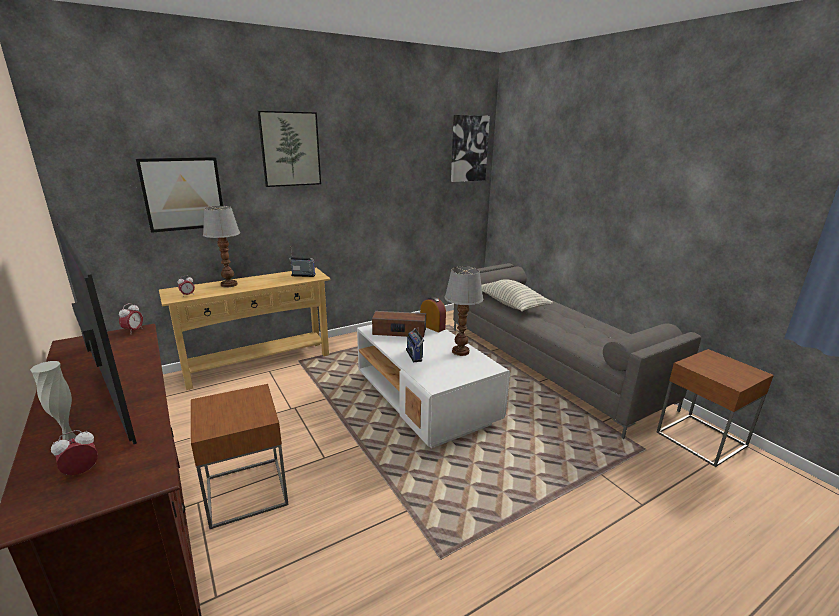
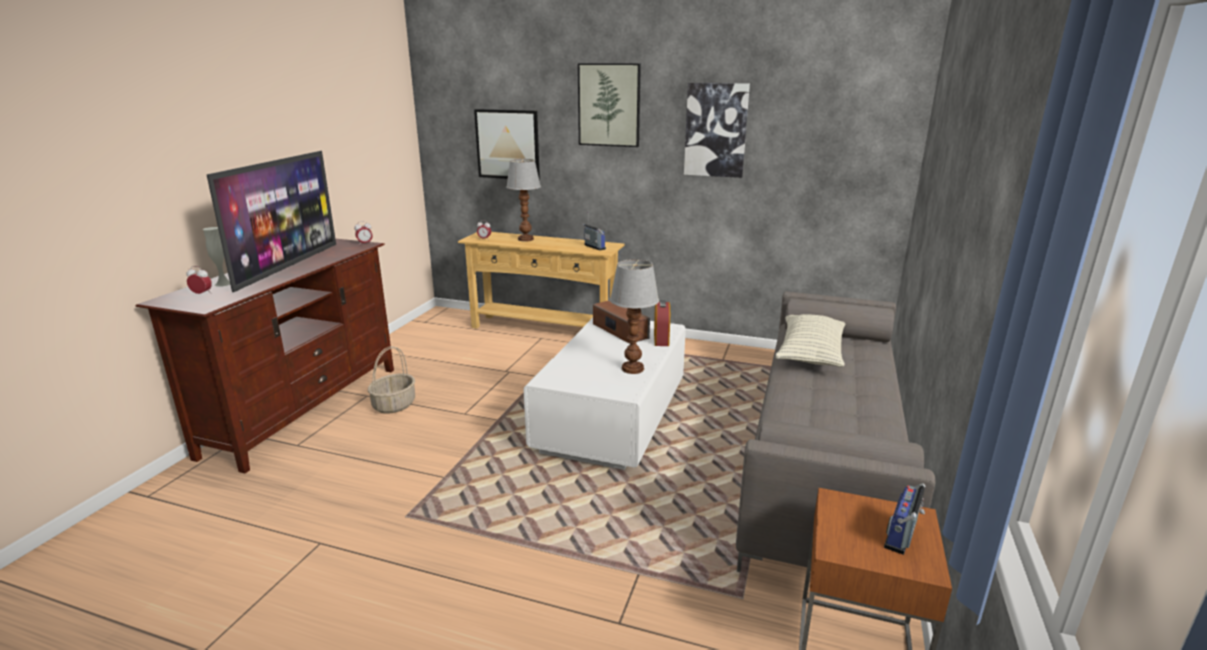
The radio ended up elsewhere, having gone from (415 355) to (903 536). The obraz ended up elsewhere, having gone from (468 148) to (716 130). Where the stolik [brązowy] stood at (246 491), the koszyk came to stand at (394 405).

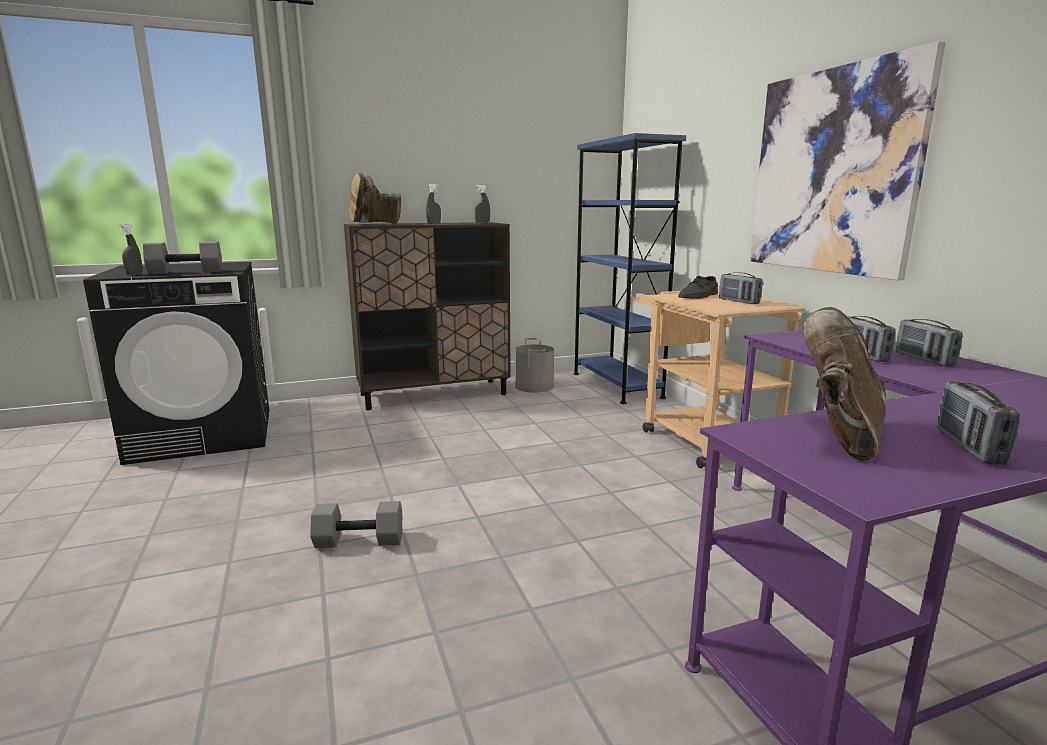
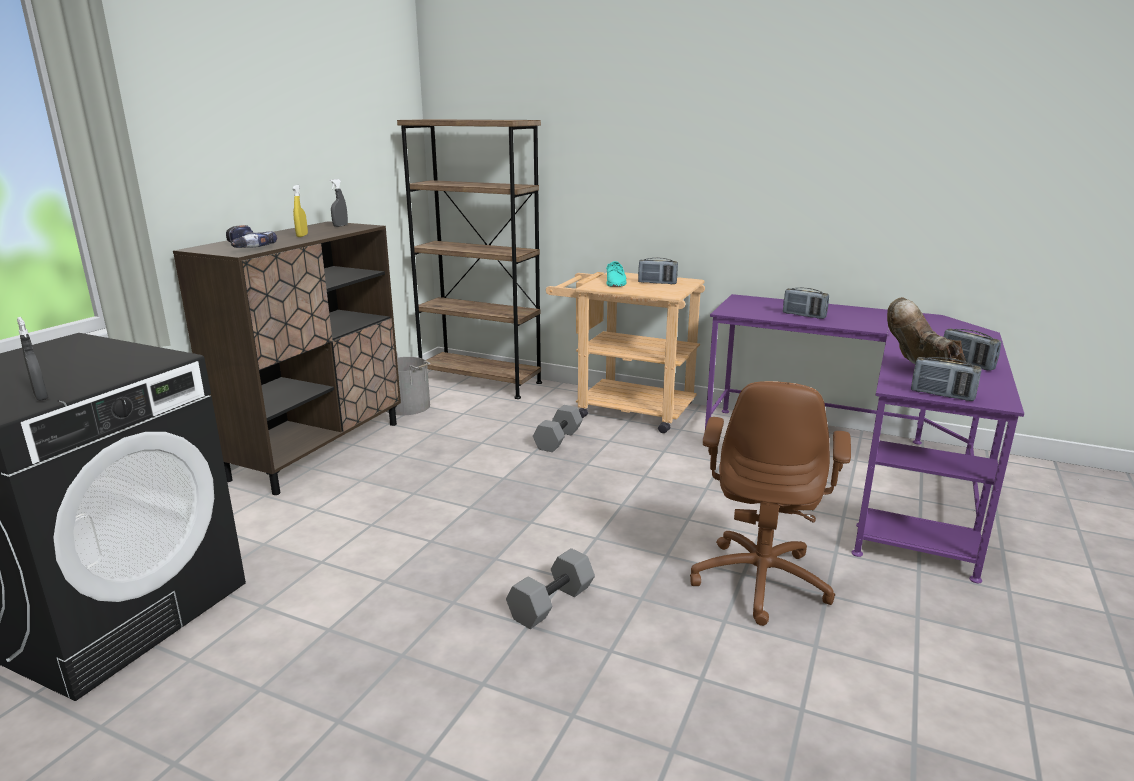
The second view lost the obraz at (832 172). The second view gained the krzesło biurowe [brązowy] at (761 580). The hantel [szary] ended up elsewhere, having gone from (187 272) to (557 439). The radio ended up elsewhere, having gone from (923 359) to (942 395). Where the but z cholewką [brązowy] stood at (375 224), the wiertarka came to stand at (244 248). What was the spryskiwacz [szary] at (434 223) turned into the spryskiwacz [żółty] at (302 236). What was the regał [niebieski] at (616 385) turned into the regał [brązowy] at (480 382). What was the but [szary] at (699 296) turned into the but [turkusowy] at (616 282).

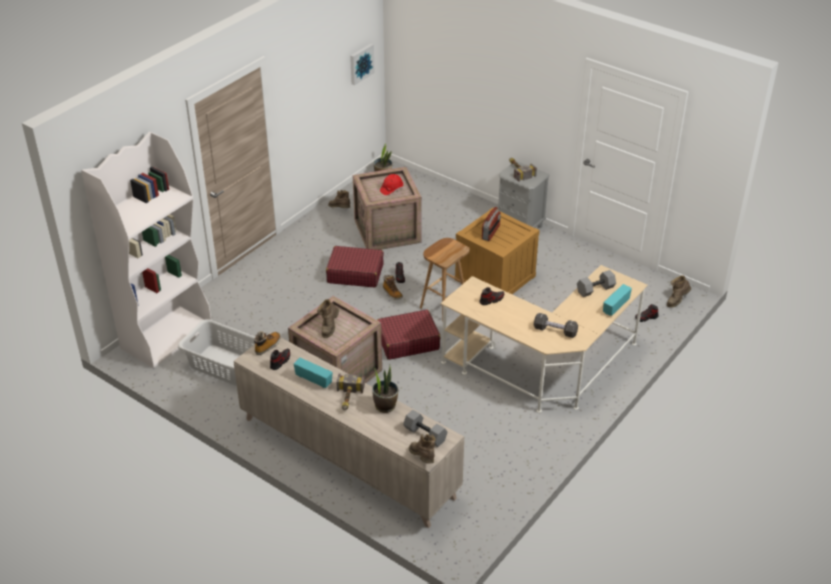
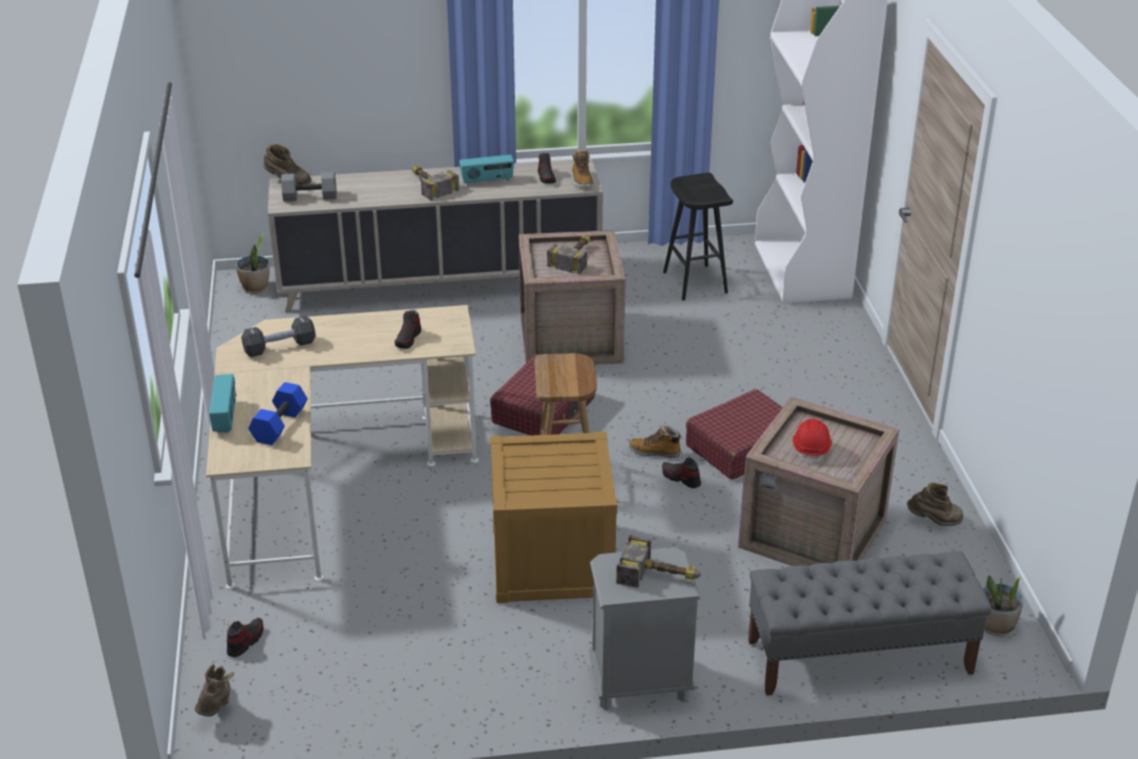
The second view lost the obraz at (361 63). The second view lost the radio at (491 233). The second view gained the ławka [szary] at (858 657). The roślina doniczkowa ended up elsewhere, having gone from (385 405) to (255 288). Where the kosz na pranie [szary] stood at (225 366), the stołek [czarny] came to stand at (694 282). Where the but z cholewką [brązowy] stood at (329 327), the młotek came to stand at (576 257). What was the hantel [szary] at (595 290) turned into the hantel [niebieski] at (279 424).

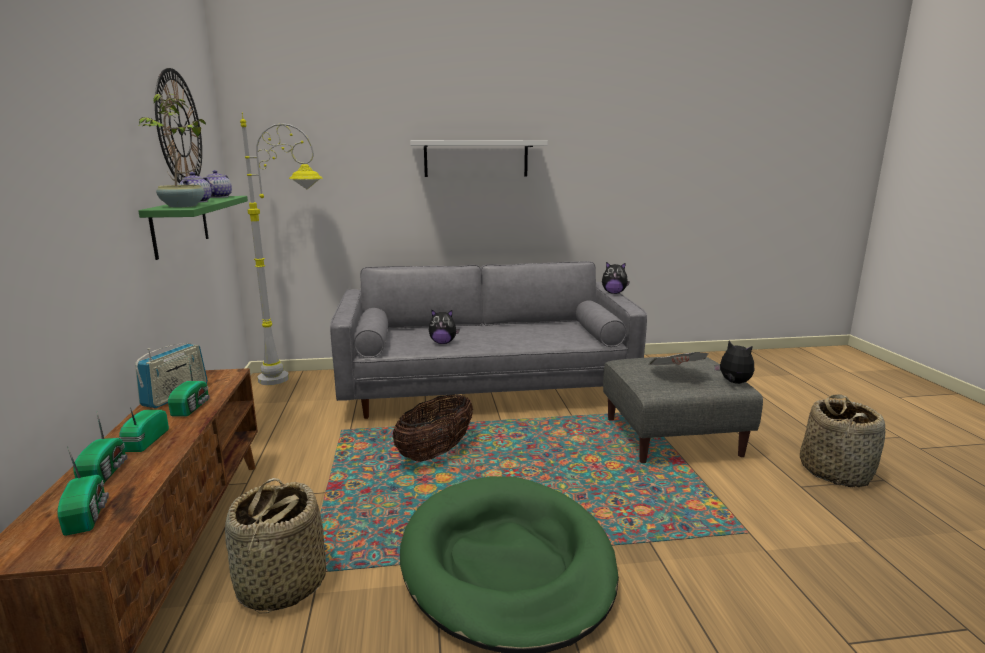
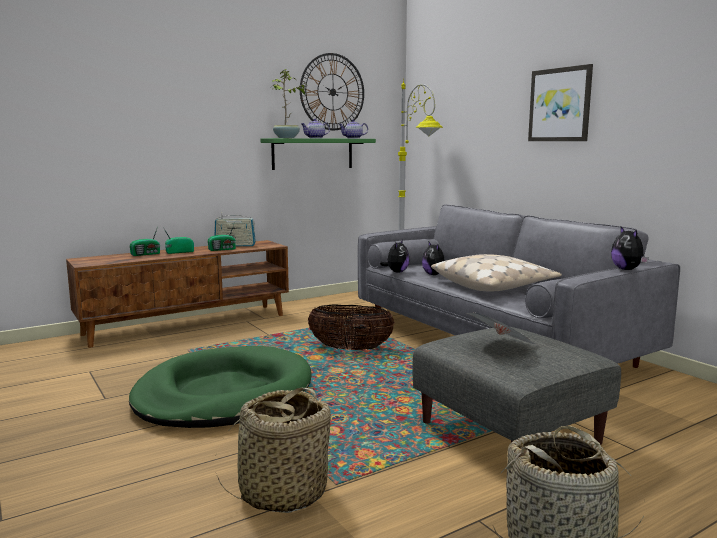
The second view lost the radio at (88 515). The second view gained the poduszka [beżowy] at (494 286). The koszyk ended up elsewhere, having gone from (280 585) to (283 492). The pluszak ended up elsewhere, having gone from (733 383) to (396 272). Where the półka [biały] hung at (476 158), the obraz came to hang at (560 105).

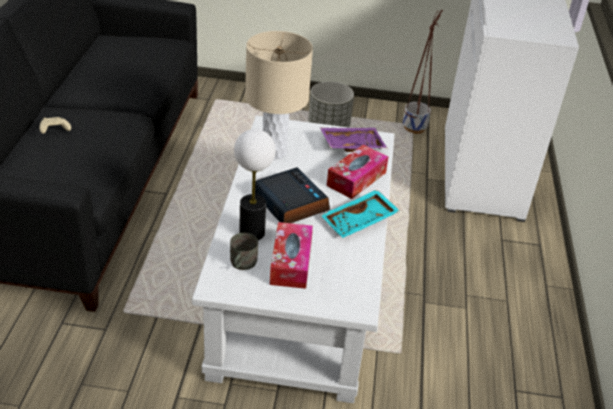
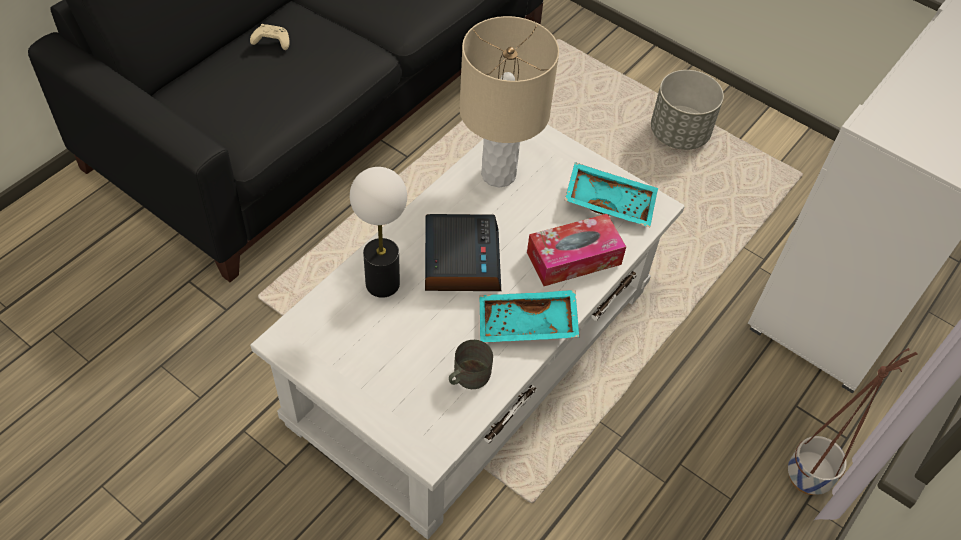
The second view lost the pudełko chusteczek at (291 263). The kubek [szary] ended up elsewhere, having gone from (241 263) to (467 377). The donica ended up elsewhere, having gone from (414 128) to (808 476). What was the taca [fioletowy] at (352 144) turned into the taca [turkusowy] at (610 201).

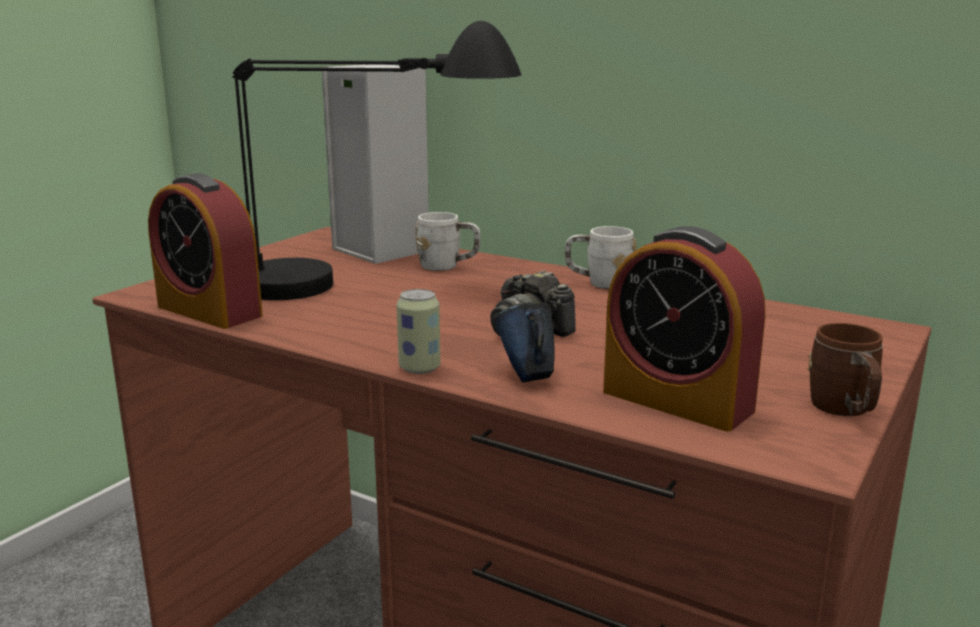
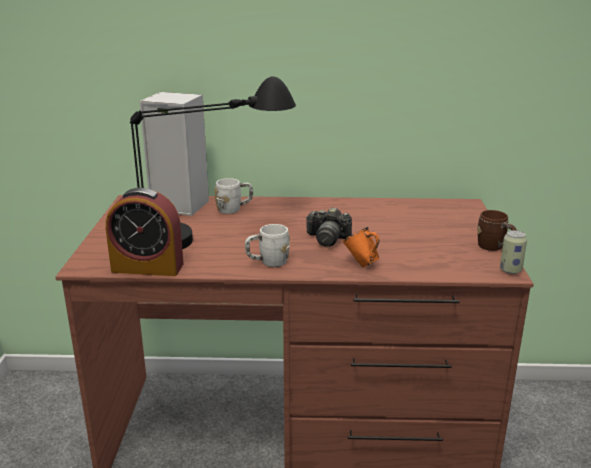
The second view lost the budzik at (677 401). The puszka ended up elsewhere, having gone from (419 368) to (510 270). The kubek [biały] ended up elsewhere, having gone from (599 283) to (268 262). What was the kubek [niebieski] at (527 376) turned into the kubek [pomarańczowy] at (361 264).

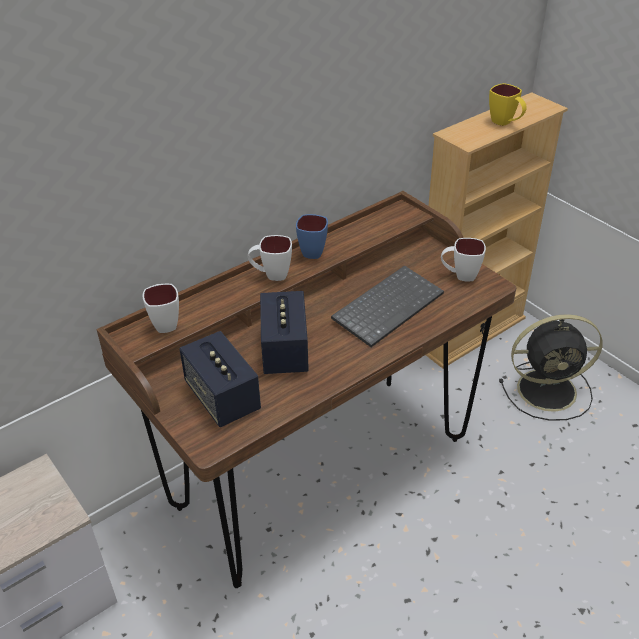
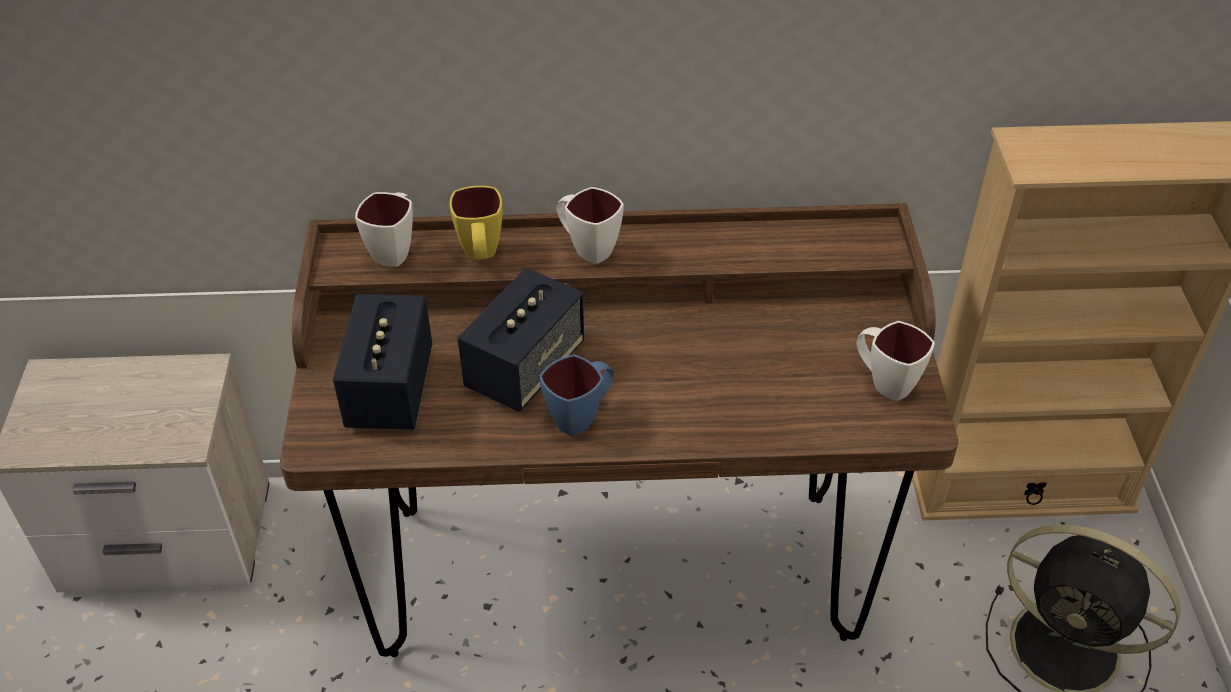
The second view lost the klawiatura at (387 306). The kubek [niebieski] ended up elsewhere, having gone from (314 250) to (581 417). The kubek [żółty] ended up elsewhere, having gone from (505 123) to (481 256).

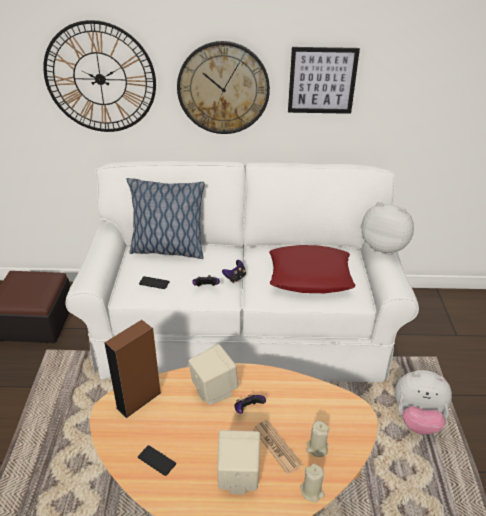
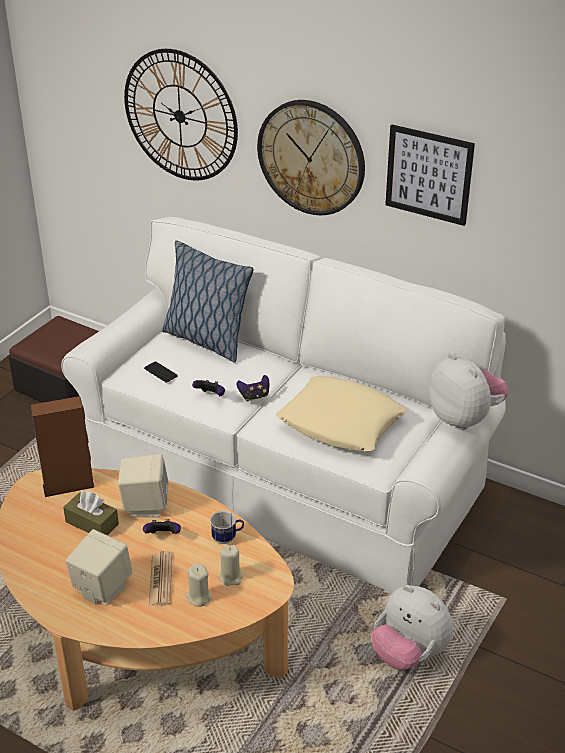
The second view lost the telefon at (156 460). The second view gained the pudełko chusteczek [brązowy] at (92 523). The second view gained the kubek at (227 538). The świeca [beżowy] ended up elsewhere, having gone from (312 491) to (231 577). What was the poduszka [czerwony] at (310 275) turned into the poduszka [beżowy] at (341 422).

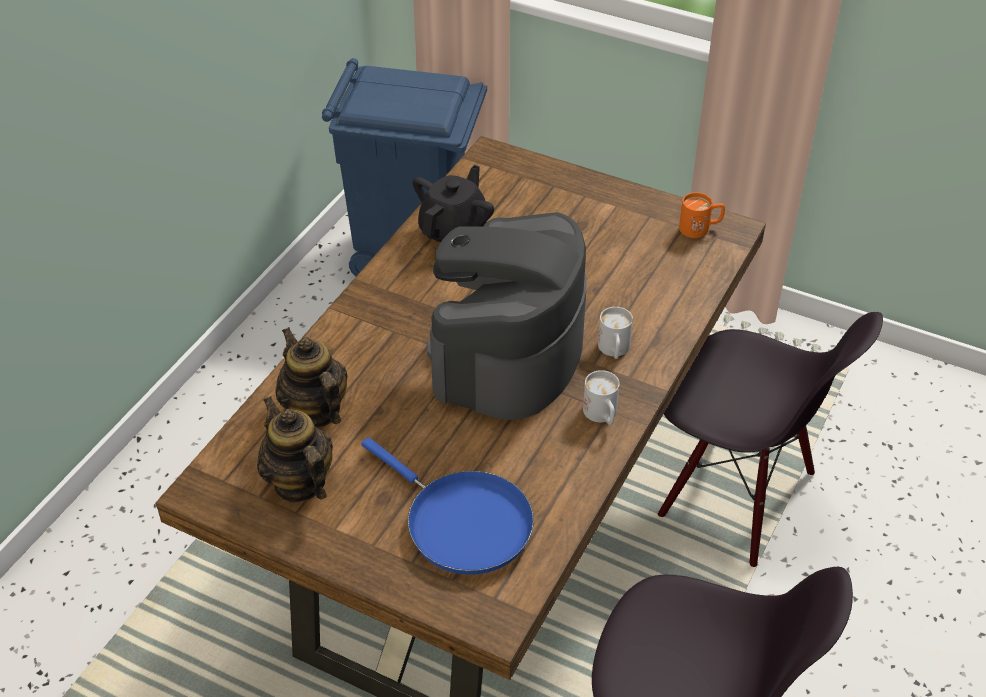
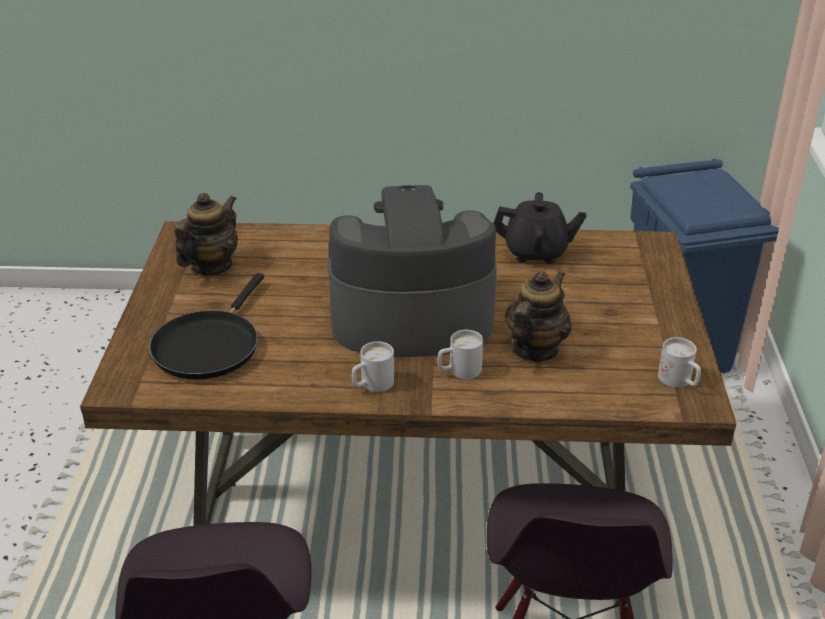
The imbryk ended up elsewhere, having gone from (315 411) to (534 349). What was the patelnia [niebieski] at (462 522) turned into the patelnia [czarny] at (209 345). What was the kubek [pomarańczowy] at (700 228) turned into the kubek [biały] at (679 381).

